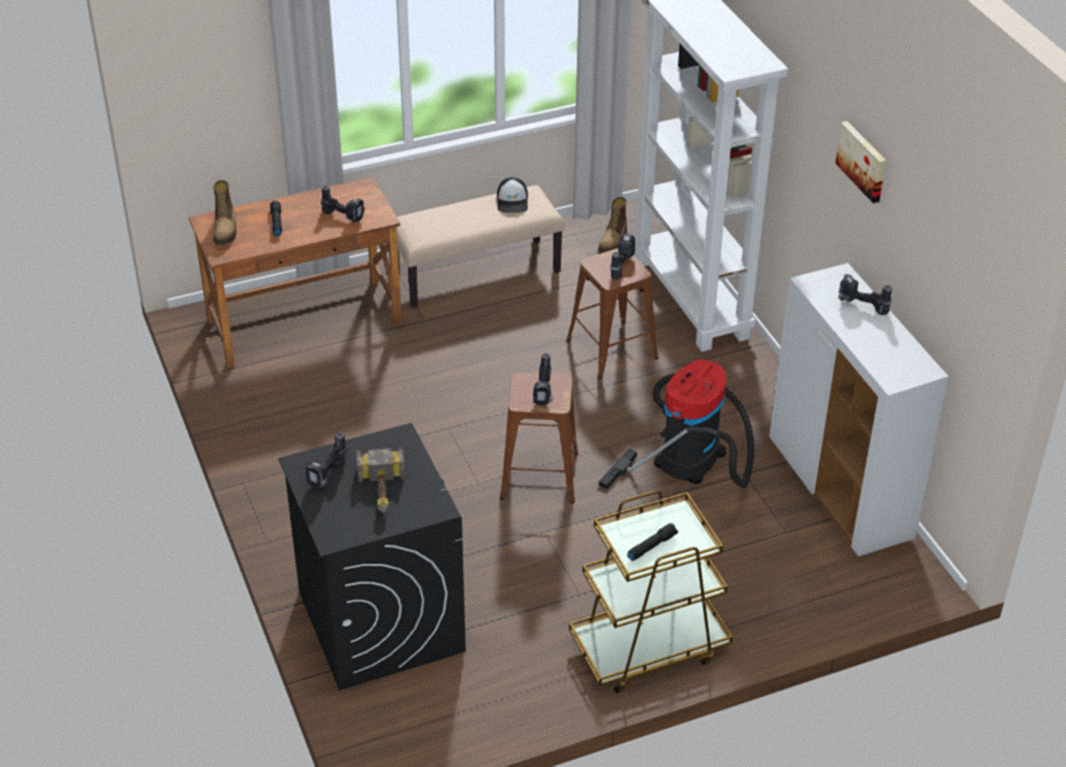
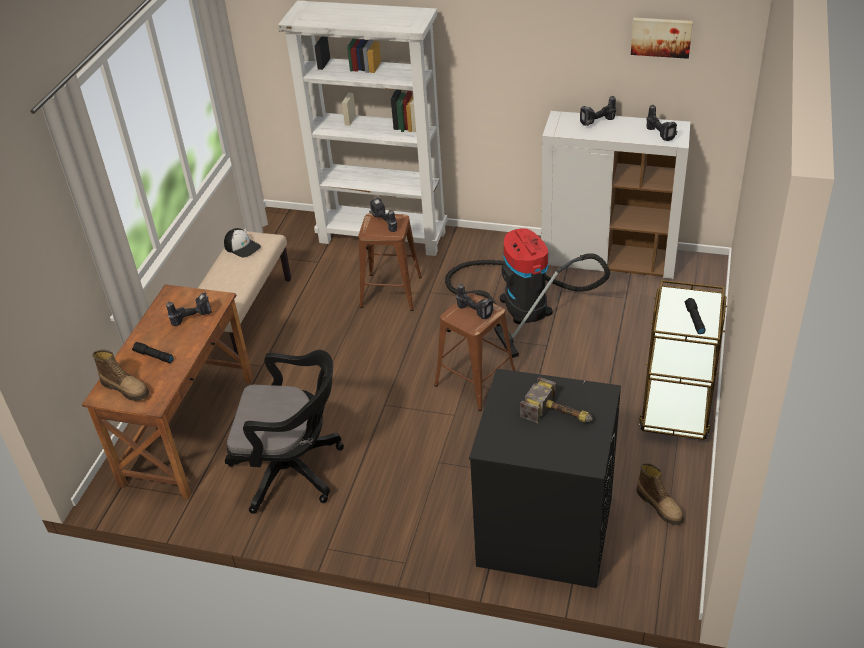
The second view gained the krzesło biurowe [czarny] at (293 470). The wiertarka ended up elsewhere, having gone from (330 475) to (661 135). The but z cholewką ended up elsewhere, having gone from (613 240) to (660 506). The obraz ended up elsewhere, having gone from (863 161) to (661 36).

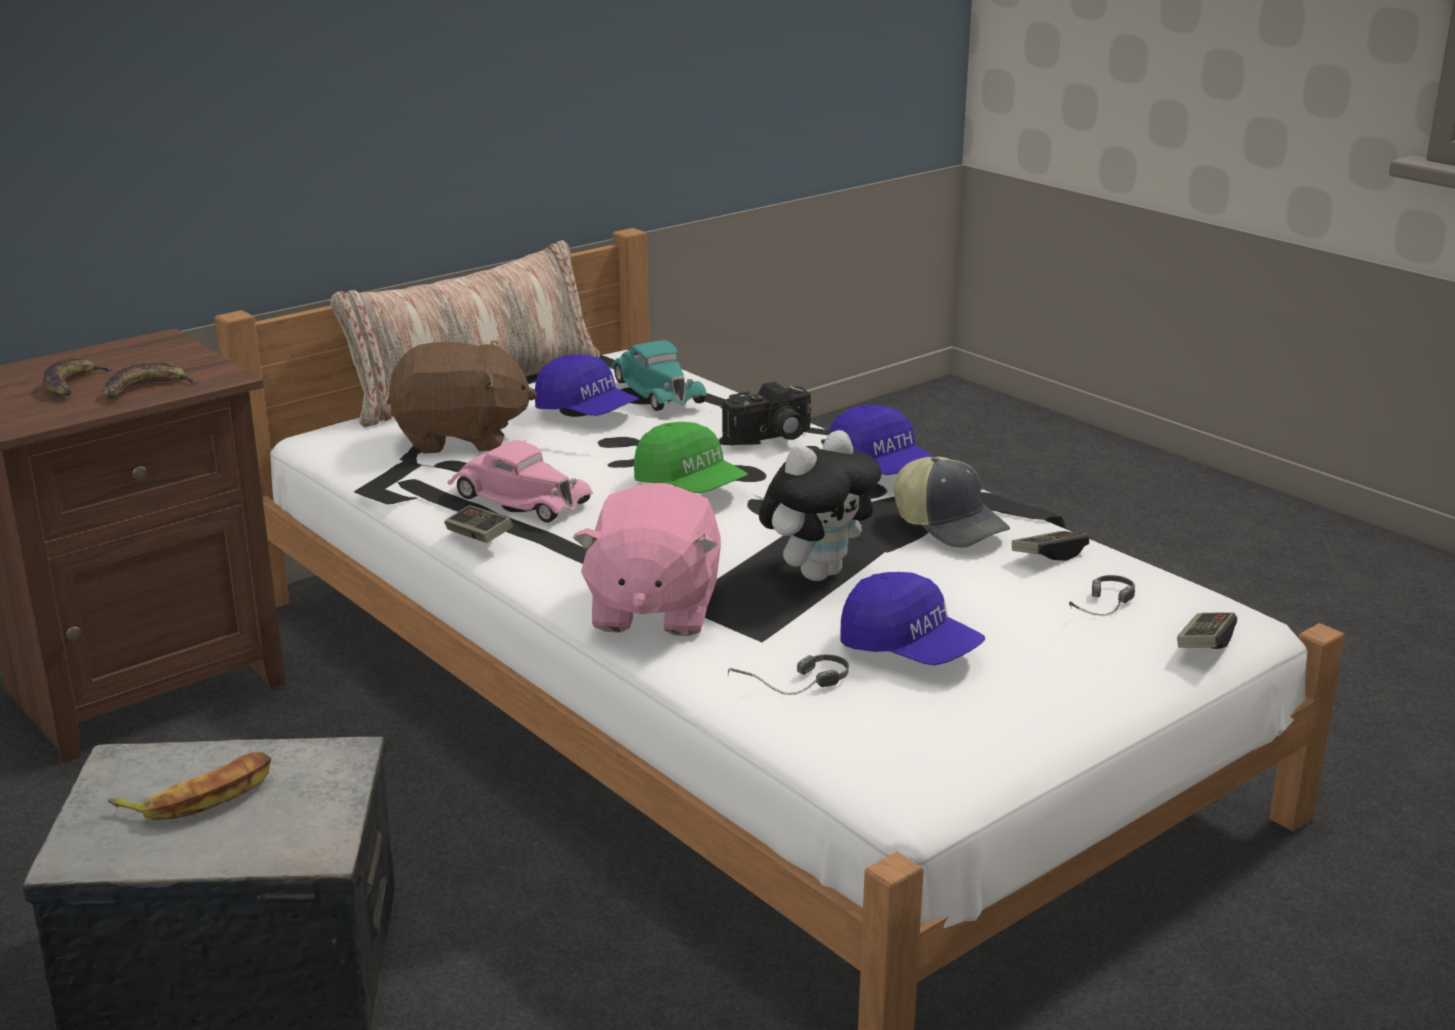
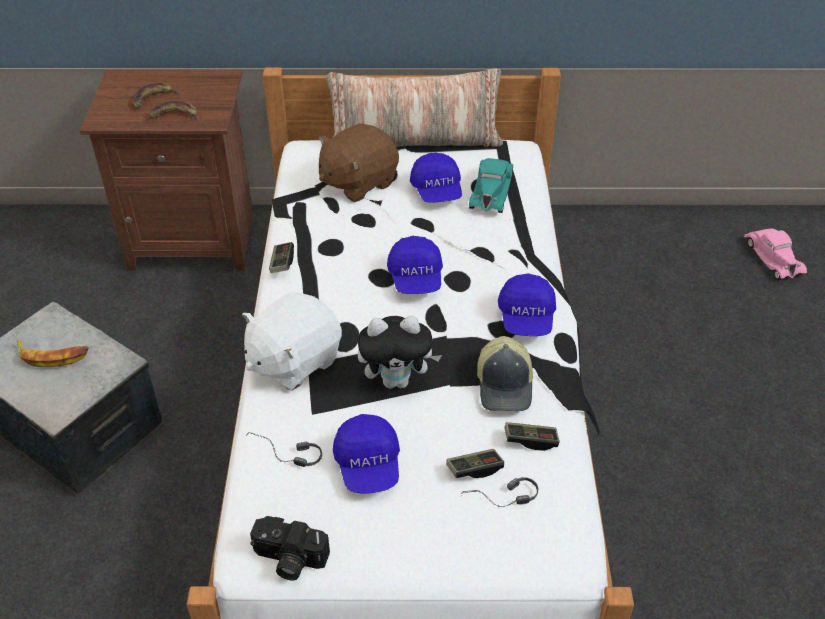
The samochodzik [różowy] ended up elsewhere, having gone from (518 498) to (772 257). The aparat fotograficzny ended up elsewhere, having gone from (771 437) to (288 559). The pad do gier ended up elsewhere, having gone from (1204 644) to (474 469). What was the pluszak [różowy] at (652 610) turned into the pluszak [biały] at (293 361). What was the czapka z daszkiem [zielony] at (690 486) turned into the czapka z daszkiem [niebieski] at (416 278). The pluszak [brązowy] at (460 438) ended up facing another way, 105 degrees clockwise from before.

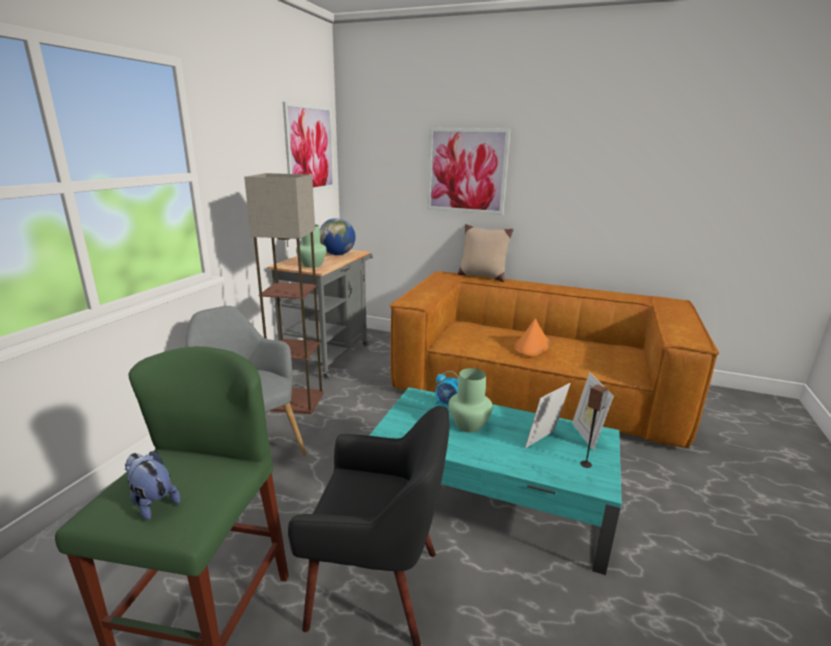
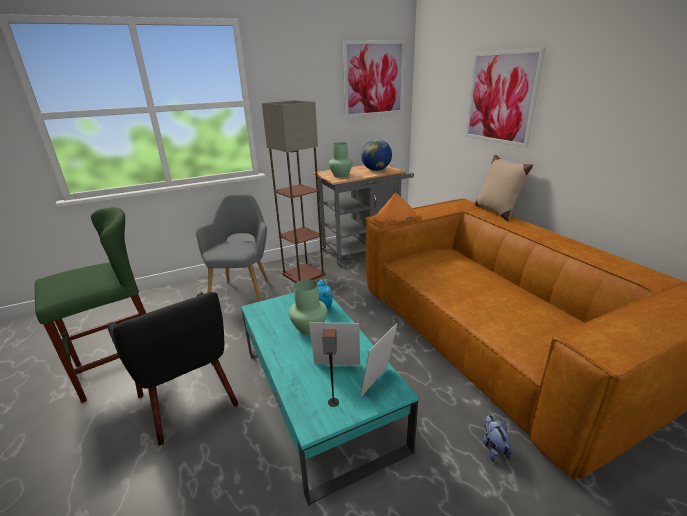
The pluszak ended up elsewhere, having gone from (152 502) to (493 448). The kapelusz [pomarańczowy] ended up elsewhere, having gone from (531 346) to (395 218).

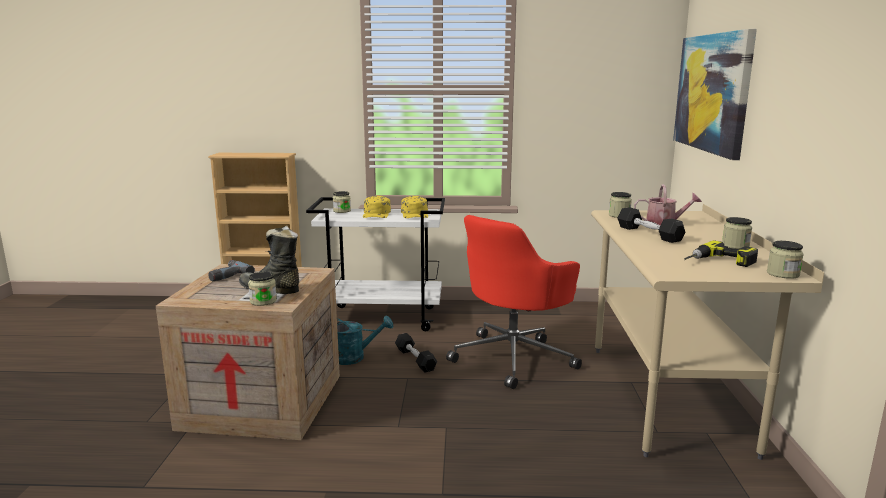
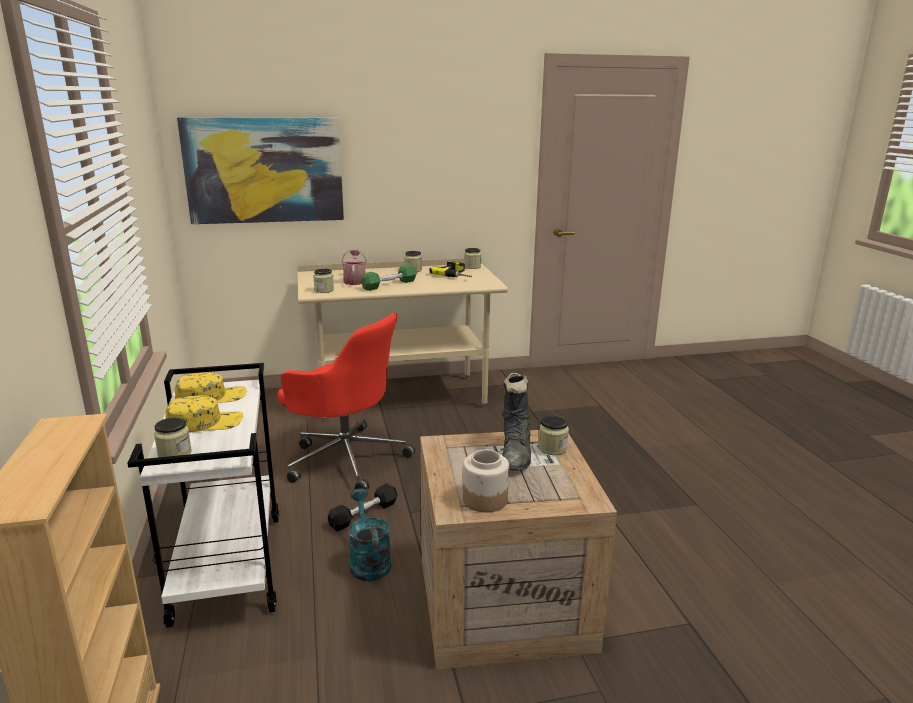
Where the wiertarka stood at (226 275), the słoik came to stand at (485 499). What was the hantel [czarny] at (649 234) turned into the hantel [zielony] at (389 285).

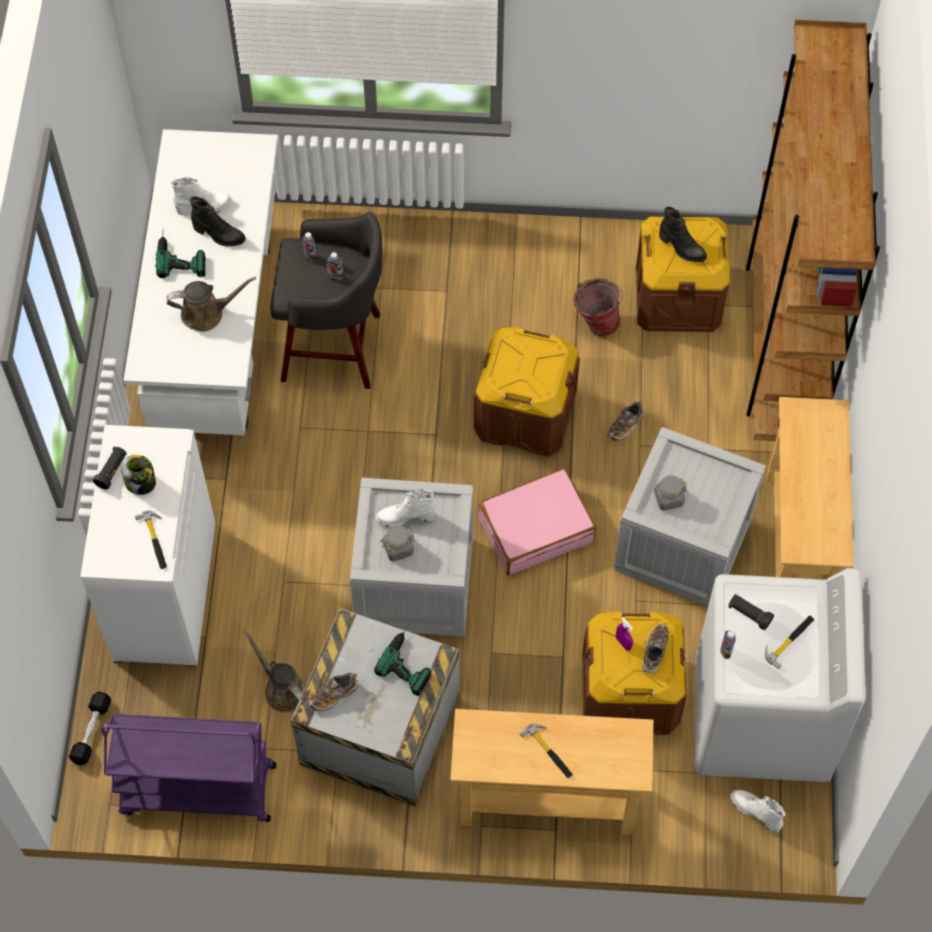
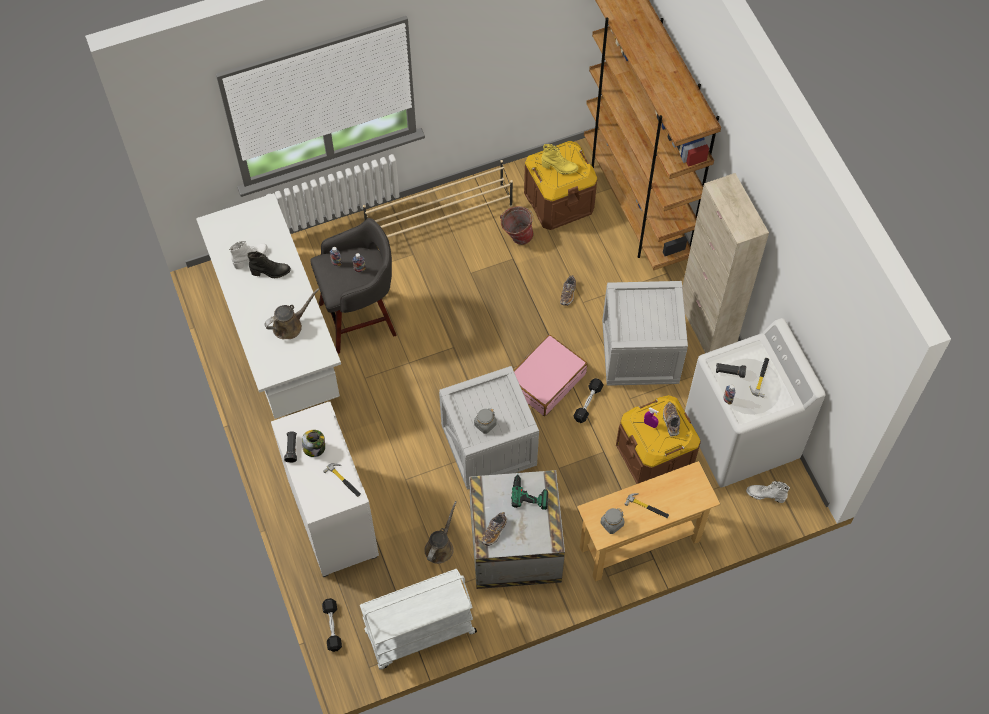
The second view lost the wiertarka at (181 254). The second view lost the but z cholewką [biały] at (405 517). The second view lost the pojemnik do przechowywania [brązowy] at (525 413). The second view gained the regał na buty [beżowy] at (440 218). The second view gained the hantel [czarny] at (588 403). The słoik [szary] ended up elsewhere, having gone from (668 498) to (611 524). Where the stolik konsolowy [beżowy] stood at (794 545), the szafka [beżowy] came to stand at (706 325). What was the wózek [fioletowy] at (197 790) turned into the wózek [biały] at (420 633). What was the but z cholewką [czarny] at (681 248) turned into the but z cholewką [żółty] at (559 168). The konewka [brązowy] at (282 689) ended up facing another way, 90 degrees clockwise from before.

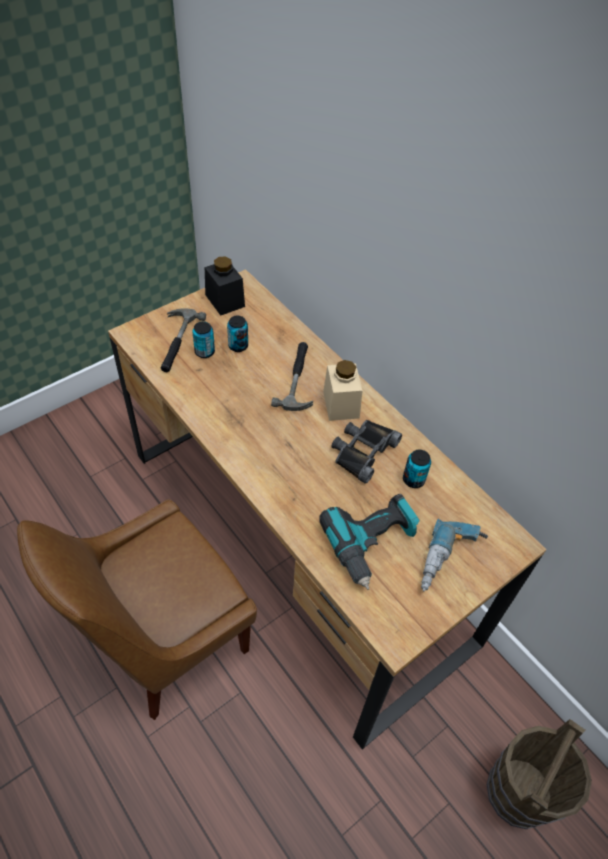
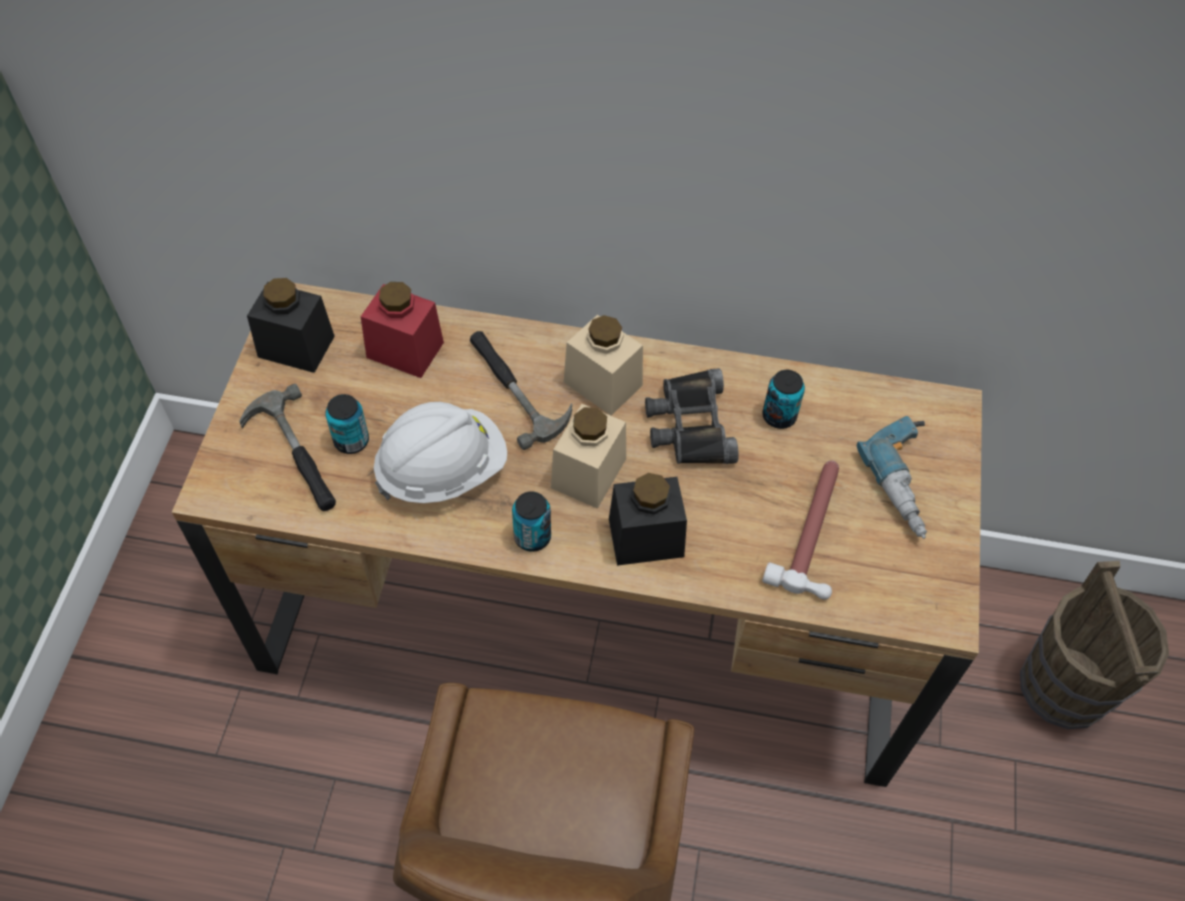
The second view gained the słoik [czerwony] at (405 350). The second view gained the kask [biały] at (442 470). The second view gained the słoik [beżowy] at (588 473). The second view gained the słoik [czarny] at (646 537). The puszka ended up elsewhere, having gone from (238 346) to (532 537). Where the wiertarka stood at (372 544), the młotek came to stand at (814 529).

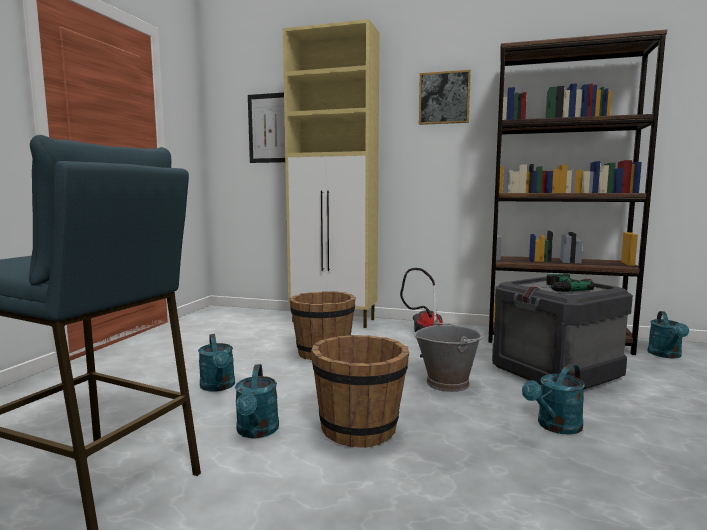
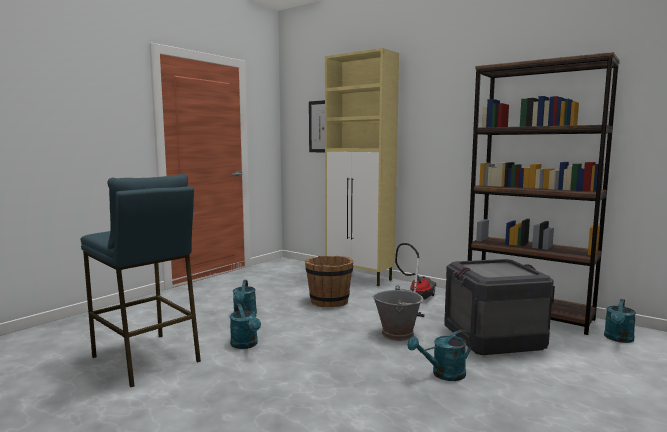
The second view lost the wiadro [brązowy] at (359 428). The second view lost the obraz at (444 98). The second view lost the wiertarka at (556 288). The konewka [turkusowy] at (257 432) ended up facing another way, 45 degrees counterclockwise from before.

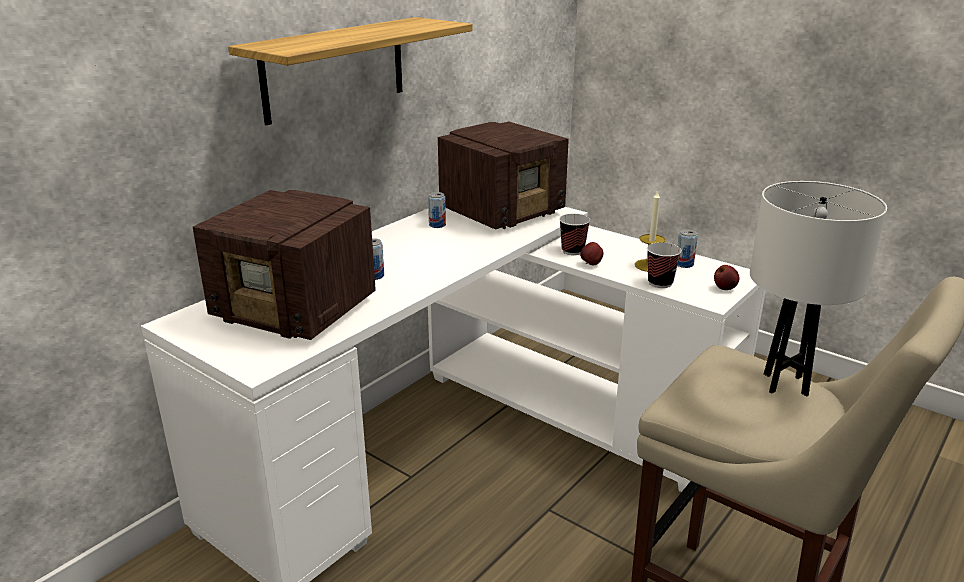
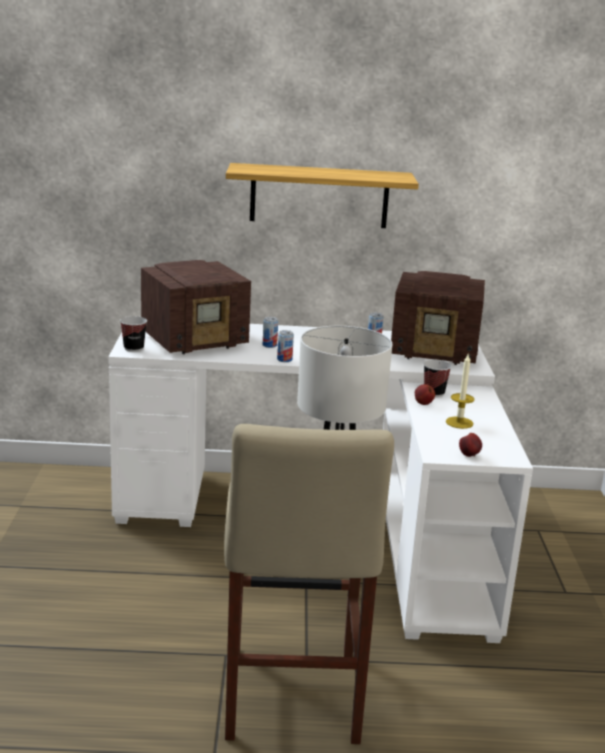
The filiżanka ended up elsewhere, having gone from (660 283) to (133 348). The puszka ended up elsewhere, having gone from (684 264) to (284 359). The radio at (296 311) ended up facing another way, 105 degrees counterclockwise from before.

